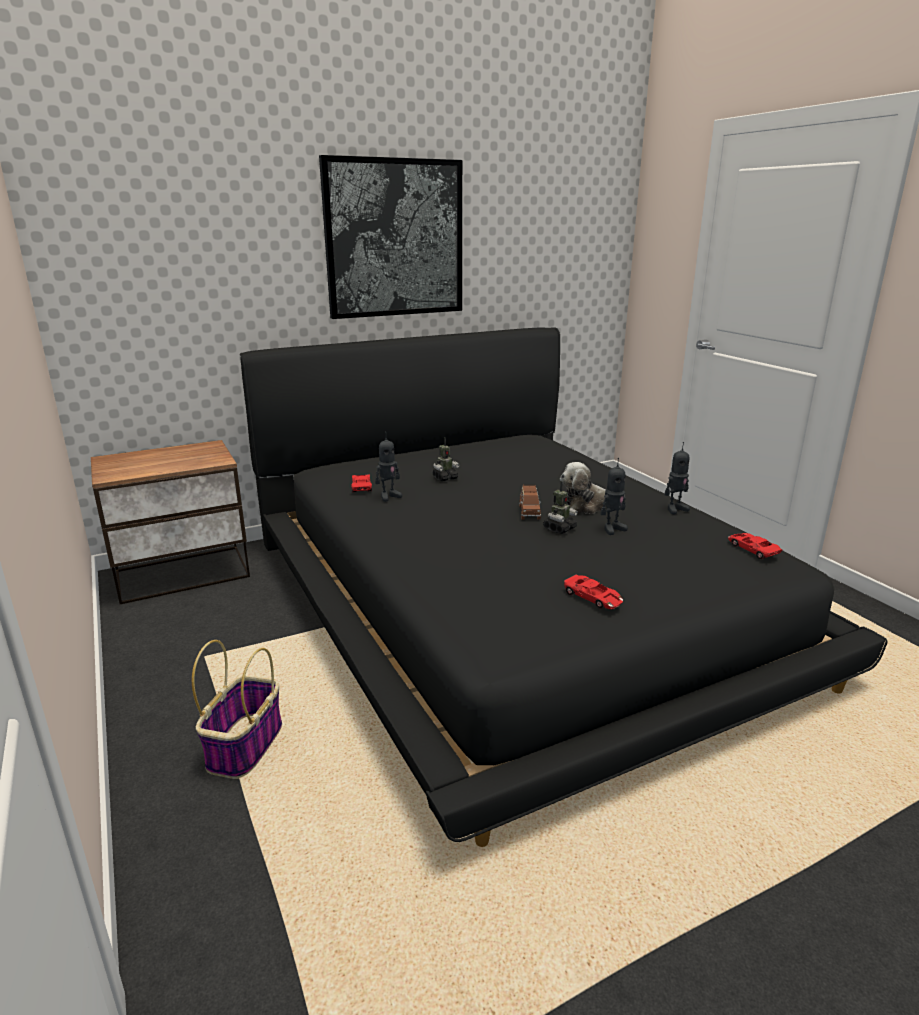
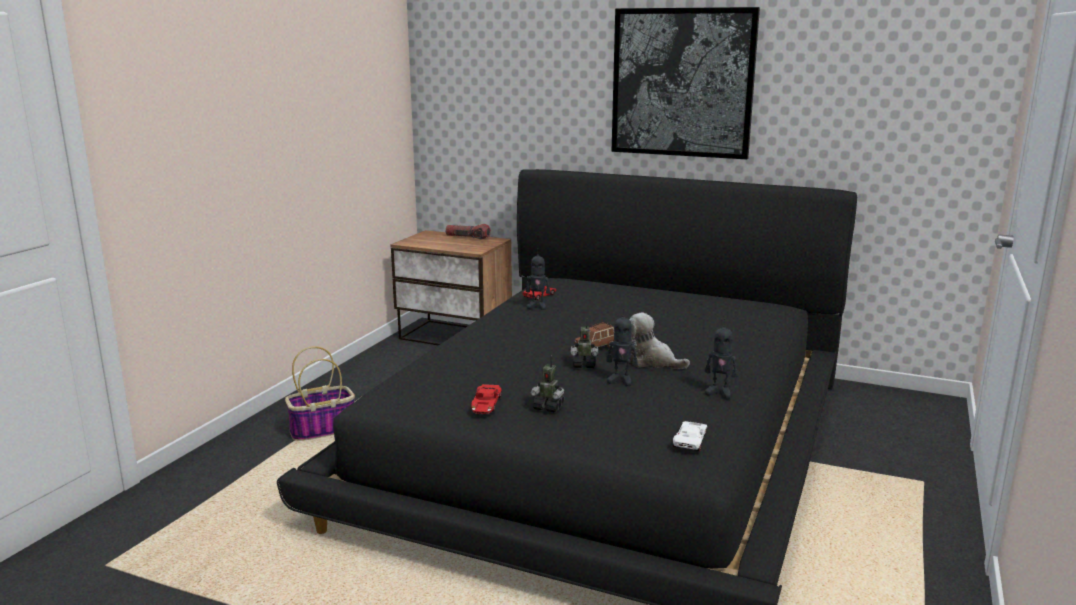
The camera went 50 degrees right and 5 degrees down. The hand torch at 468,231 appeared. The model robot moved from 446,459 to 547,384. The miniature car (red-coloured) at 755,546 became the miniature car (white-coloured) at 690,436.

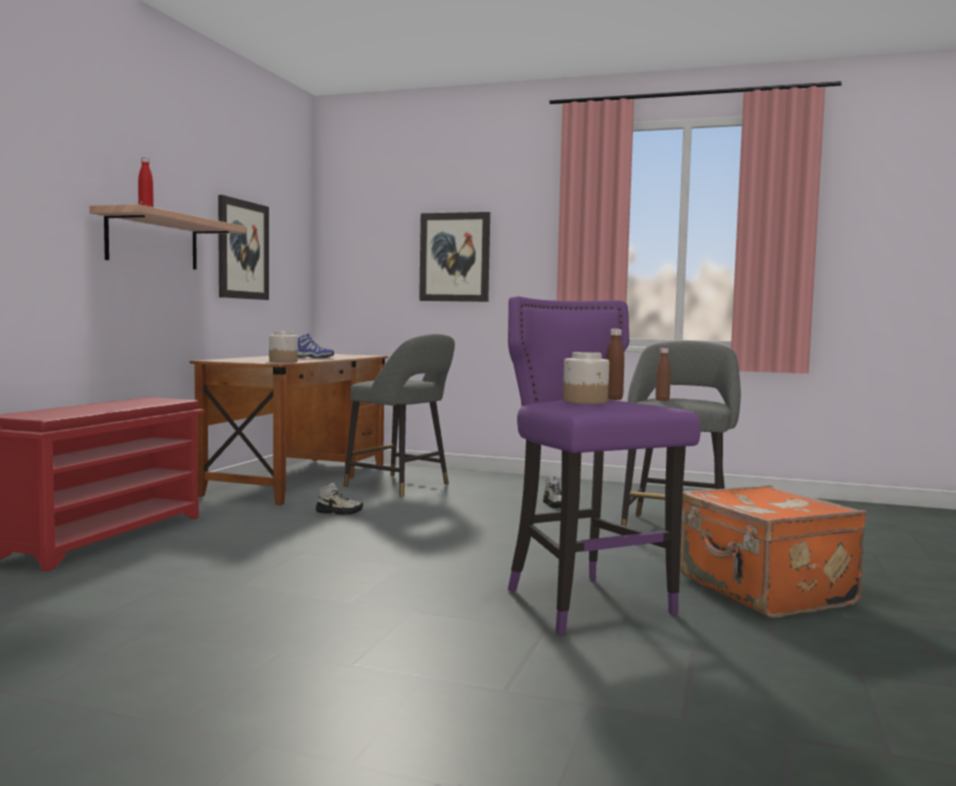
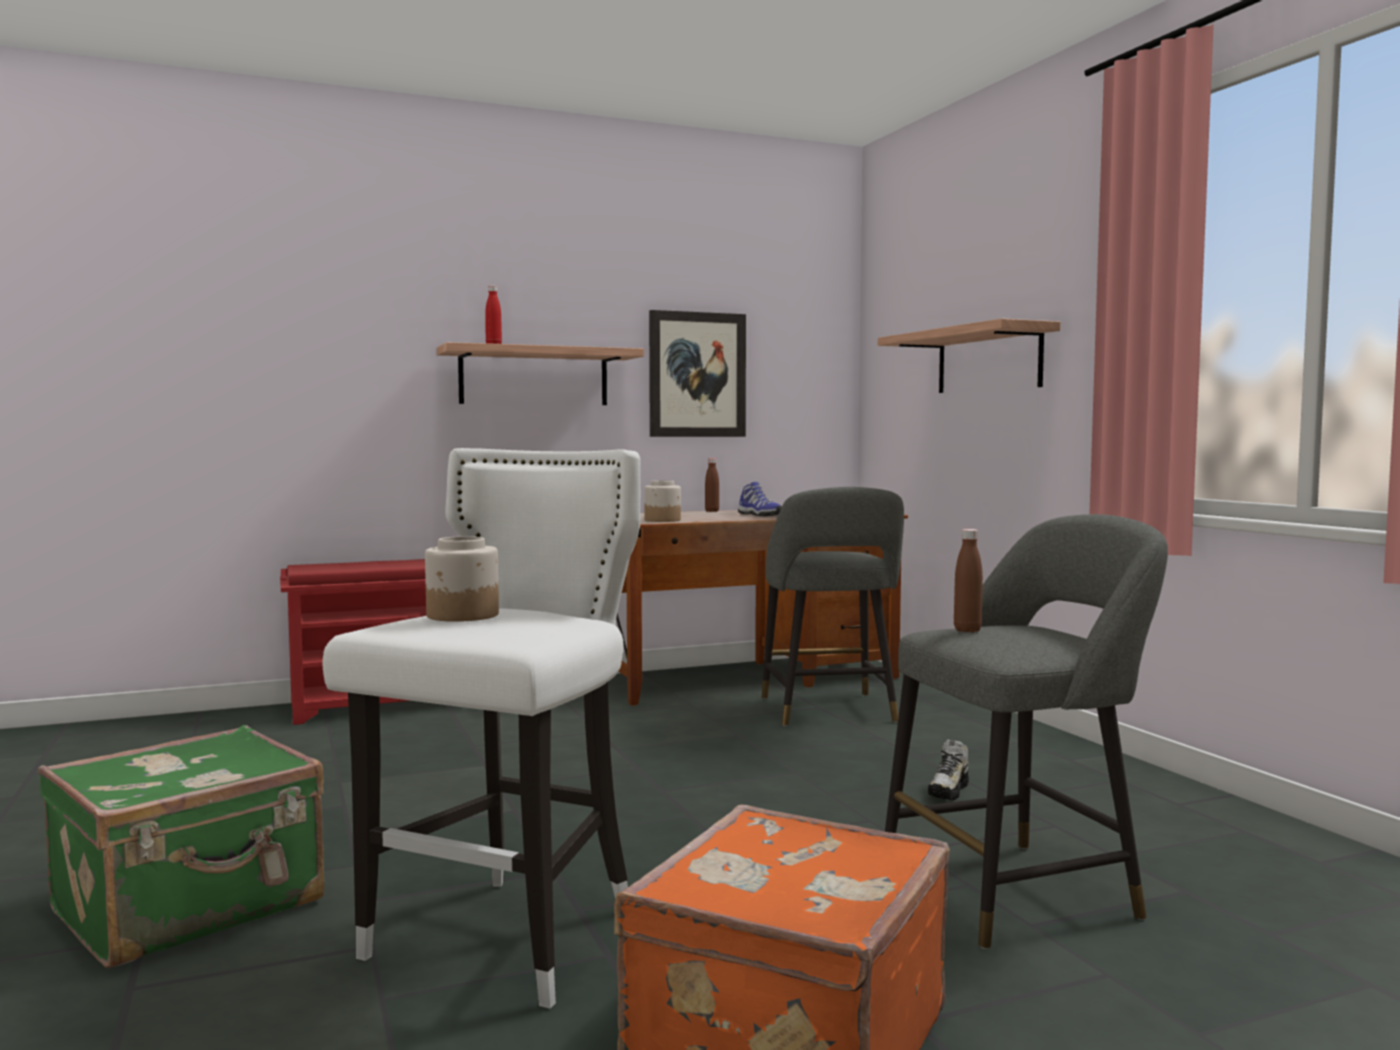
The camera went 50 degrees right and 0 degrees up. The item of footwear at 339,498 disappeared. The piece of luggage (green) at 181,847 appeared. The drink bottle (brown-coloured) moved from 615,364 to 712,485. The wall art at 454,257 was replaced by the shelf at 969,355. The stool seat (purple-coloured) at 604,465 became the stool seat (white-coloured) at 481,728.

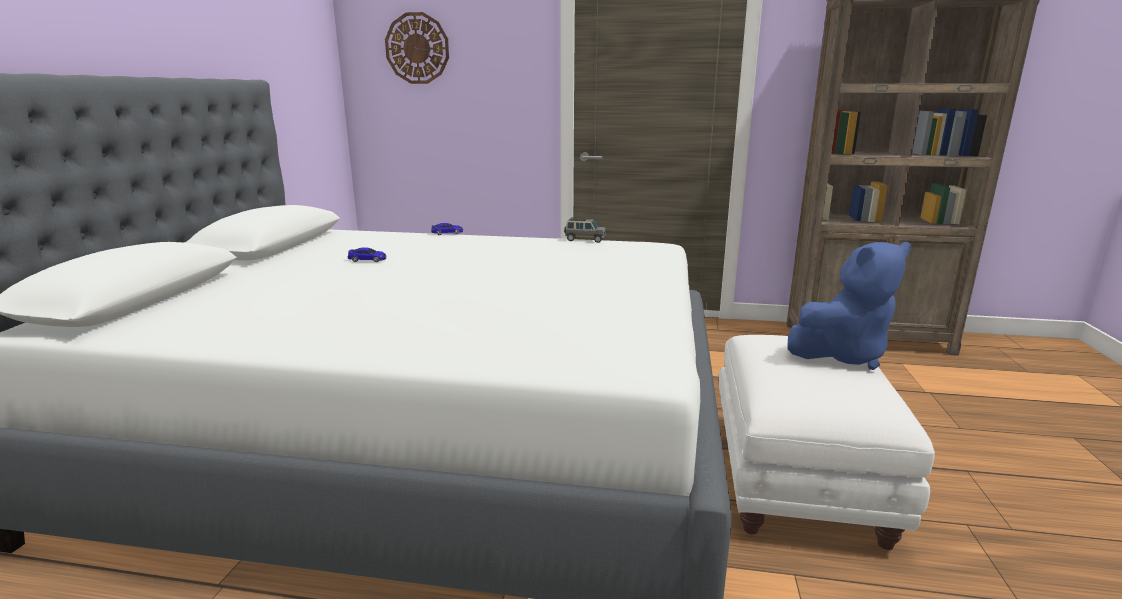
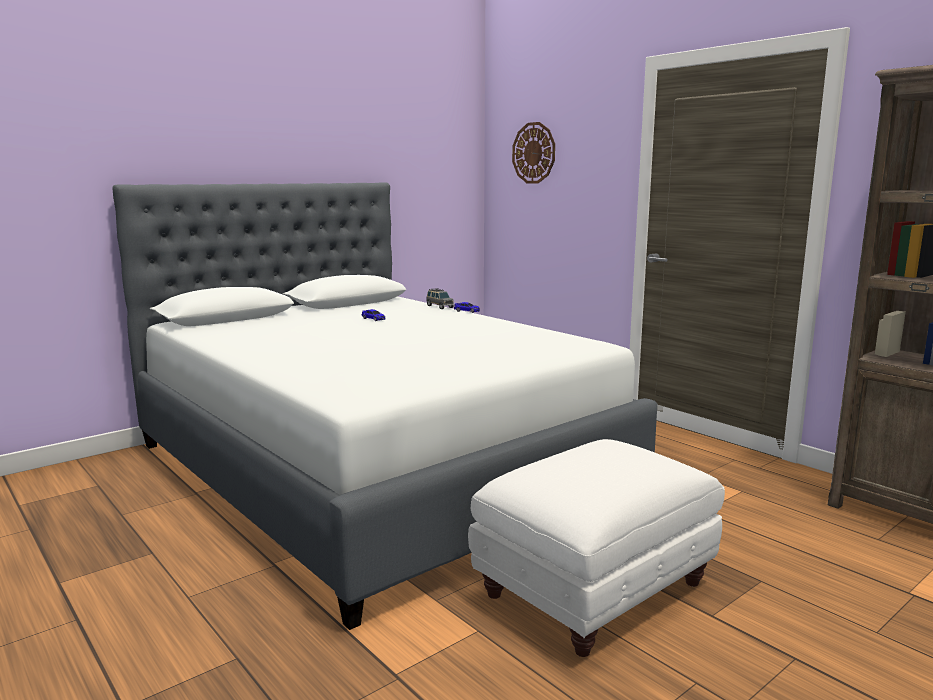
The camera went 40 degrees right and 5 degrees down. The soft toy (blue) at 849,306 disappeared. The miniature car (greyish) moved from 585,230 to 440,298.

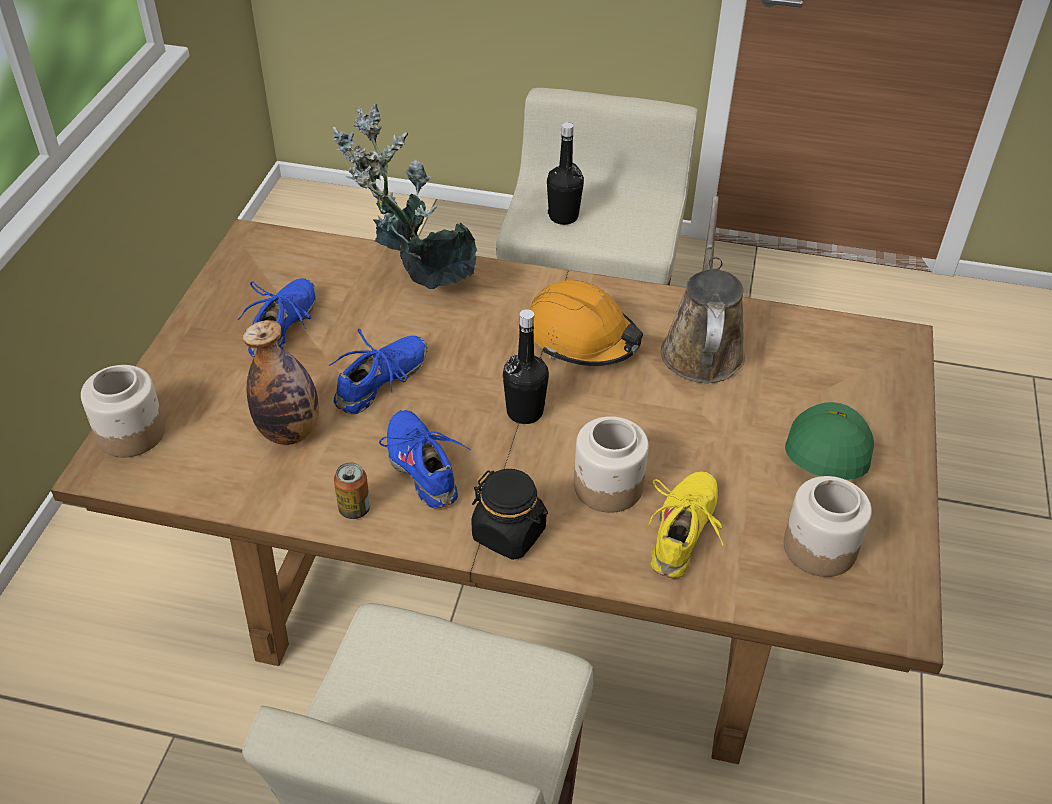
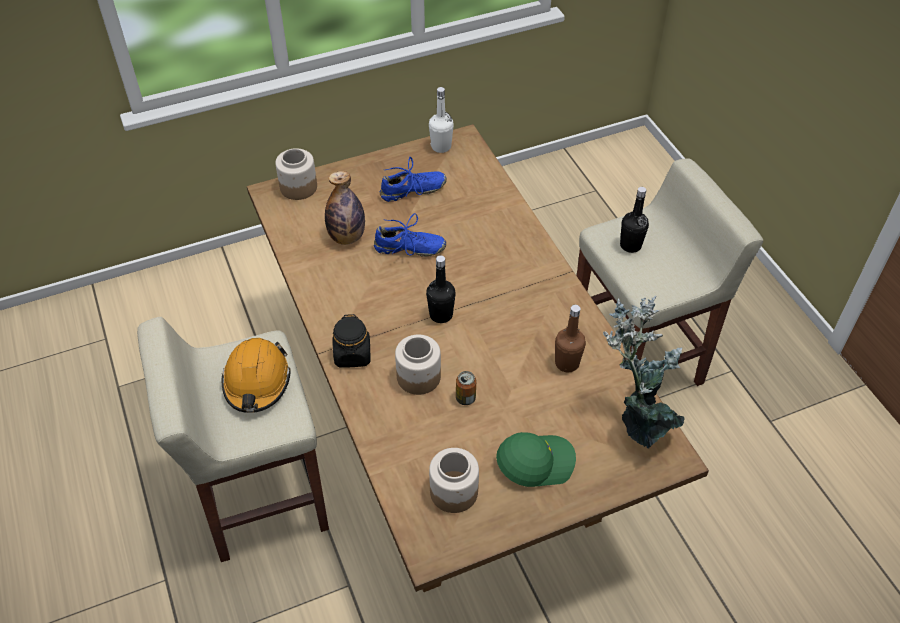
The camera went 55 degrees right and 5 degrees up. The item of footwear (blue) at 425,459 disappeared. The item of footwear (yellow-coloured) at 685,524 disappeared. The drink bottle (white-coloured) at 441,120 appeared. The houseplant moved from 405,196 to 644,372. The sealed can moved from 352,491 to 466,388. The hard hat (orange) moved from 586,323 to 256,375. The watering can (brown-coloured) at 703,289 was replaced by the drink bottle (brown-coloured) at 570,339.

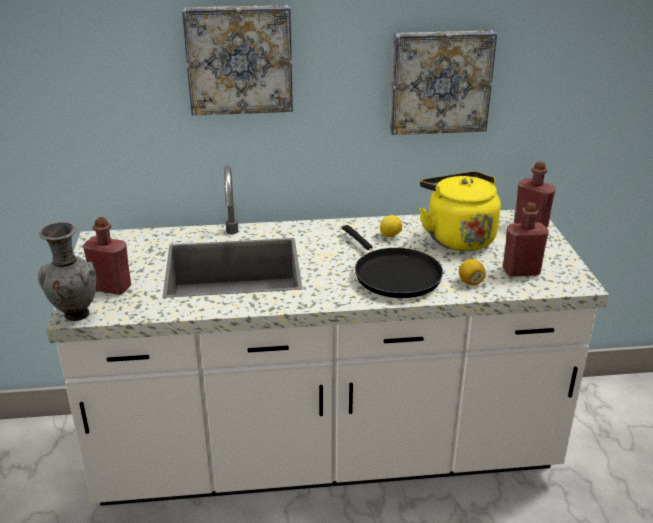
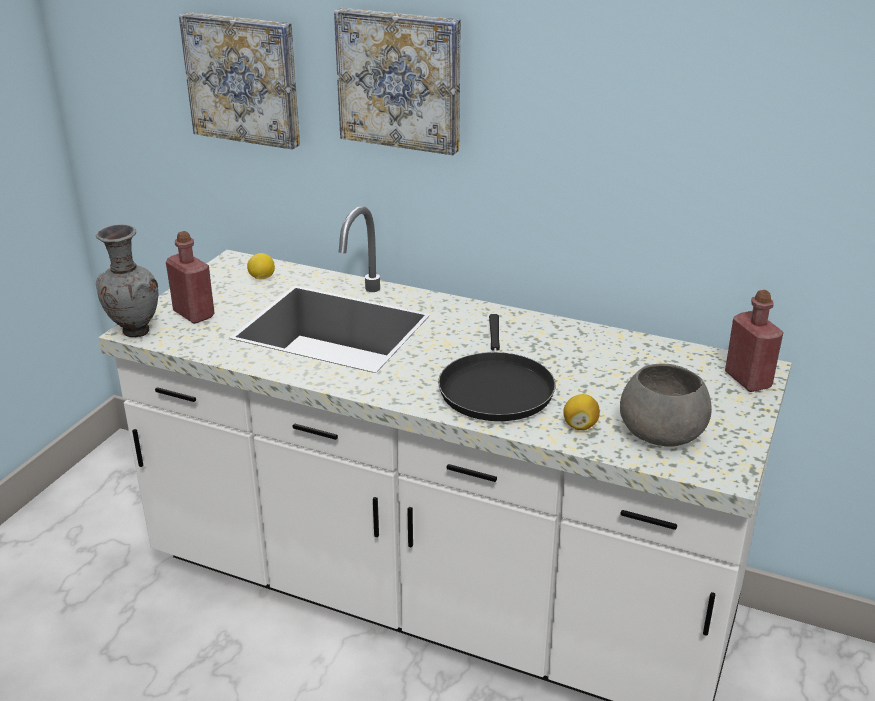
The camera went 30 degrees right and 0 degrees up. The kettle (yellow-coloured) at 460,211 disappeared. The whole lemon moved from 391,226 to 261,266. The wall art moved from 443,82 to 239,81. The drink bottle (red-coloured) at 526,239 was replaced by the serving bowl (greyish) at 666,405.

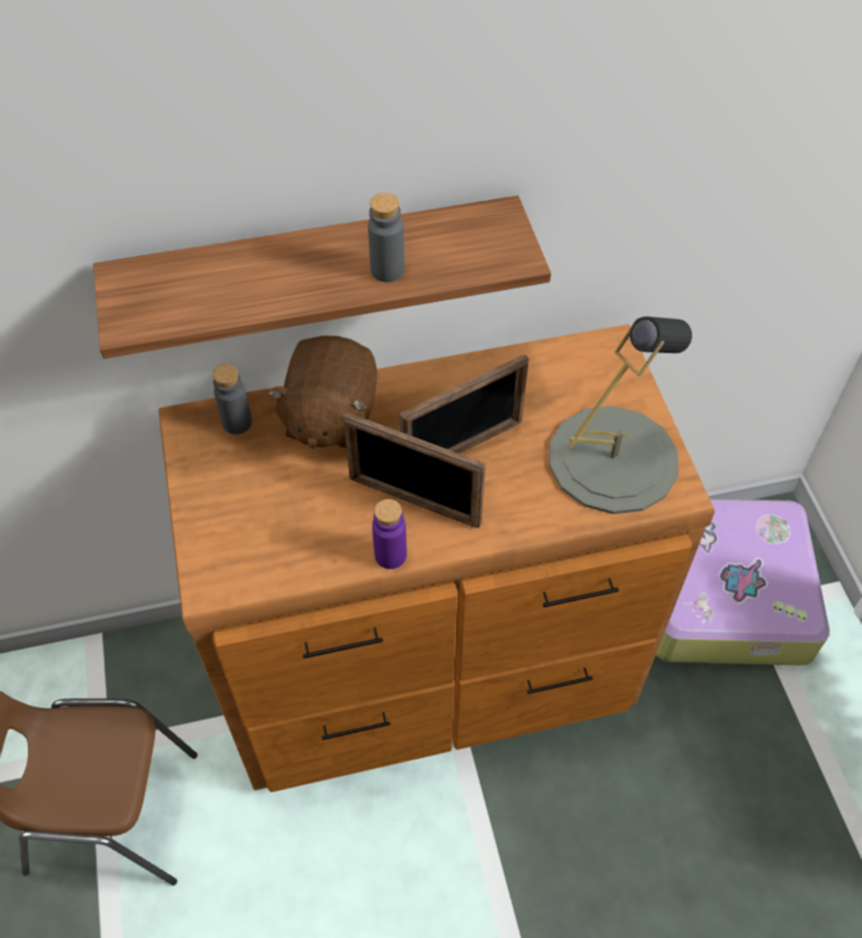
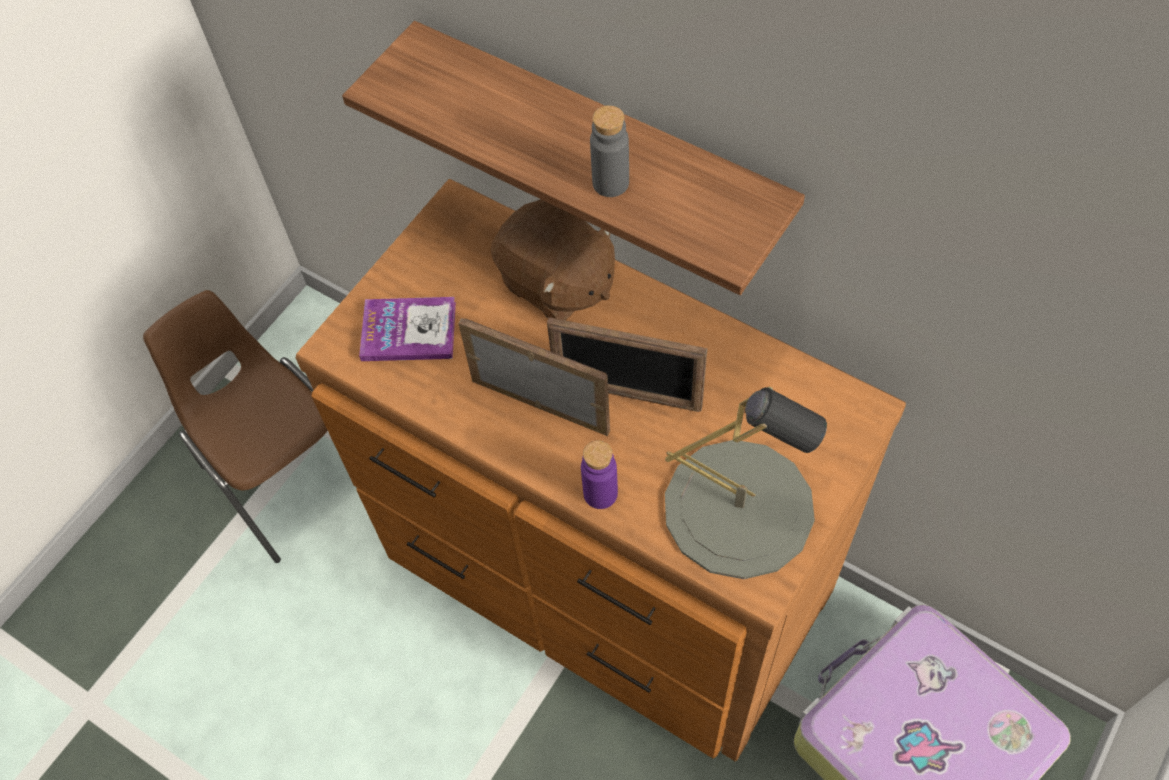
The camera went 50 degrees right and 5 degrees up. The drink bottle (greyish) at 232,399 disappeared. The volume at 407,329 appeared. The drink bottle (purple-coloured) moved from 389,534 to 599,475. The soft toy (brown-coloured) at 323,392 turned 105 degrees counterclockwise. The photo frame at 414,470 turned 135 degrees clockwise.

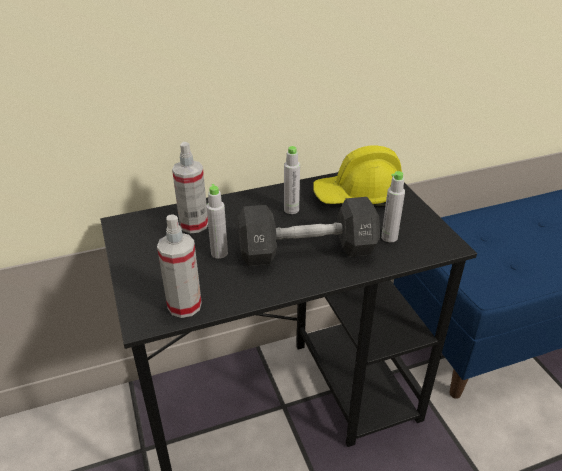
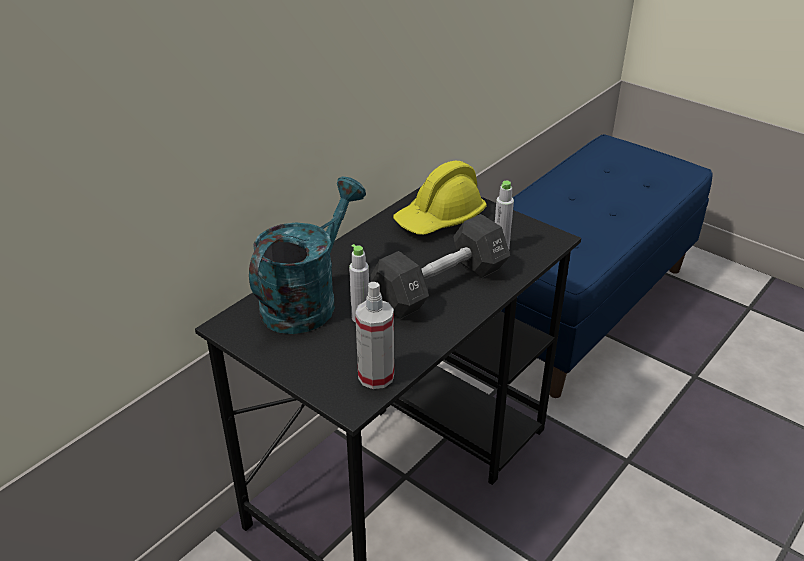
The camera went 30 degrees left and 0 degrees up. The drink bottle (greyish) at 292,180 disappeared. The spray bottle at 190,187 was replaced by the watering can (turquoise) at 307,255.

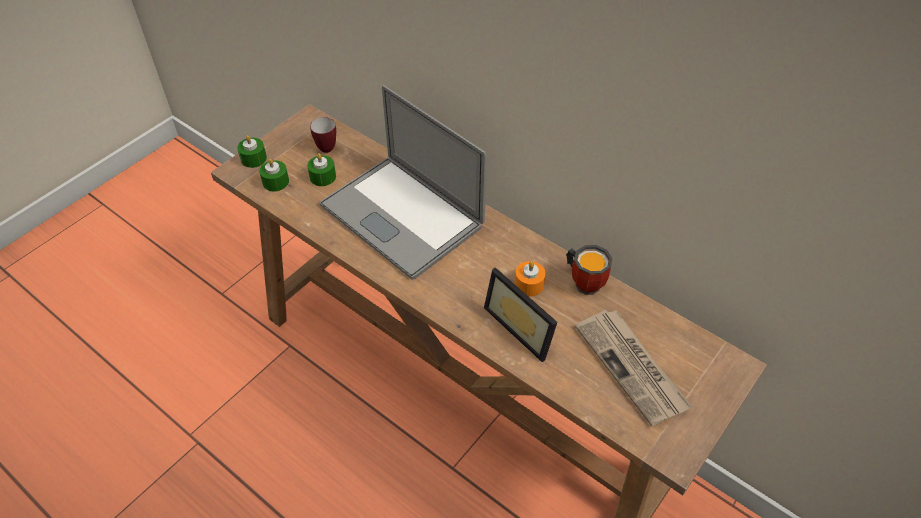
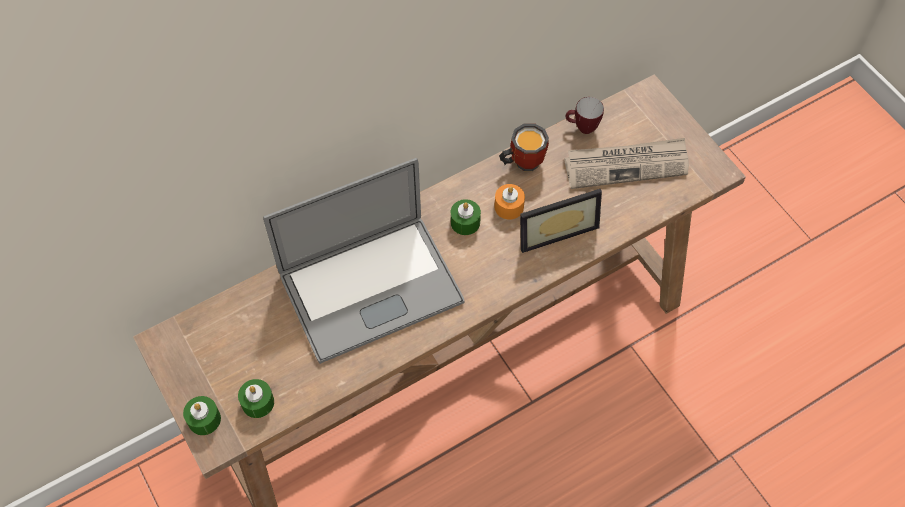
The camera went 70 degrees left and 10 degrees up. The wax light (green) moved from 321,169 to 466,217. The coffee mug moved from 323,135 to 585,115.

